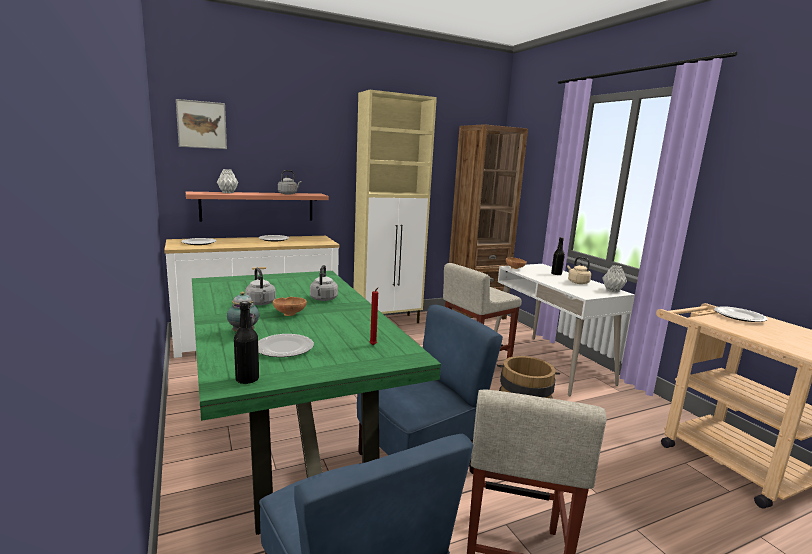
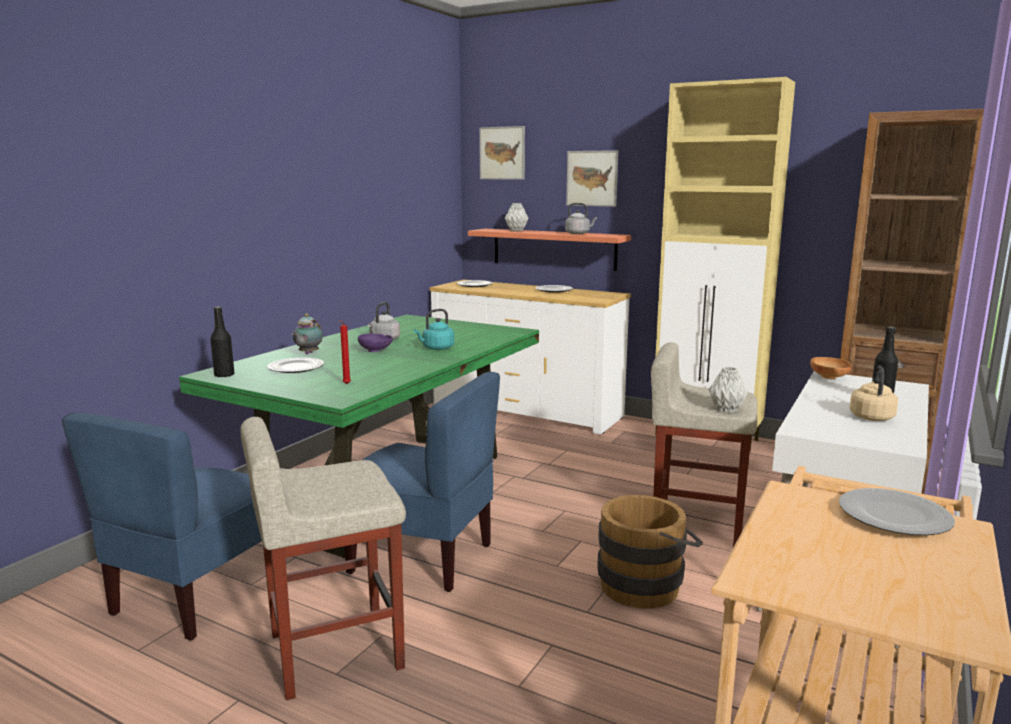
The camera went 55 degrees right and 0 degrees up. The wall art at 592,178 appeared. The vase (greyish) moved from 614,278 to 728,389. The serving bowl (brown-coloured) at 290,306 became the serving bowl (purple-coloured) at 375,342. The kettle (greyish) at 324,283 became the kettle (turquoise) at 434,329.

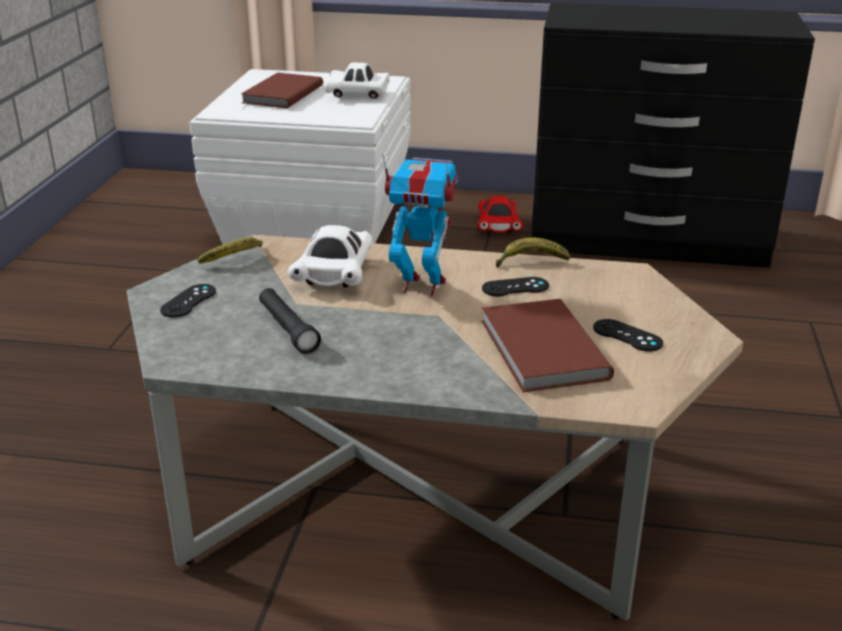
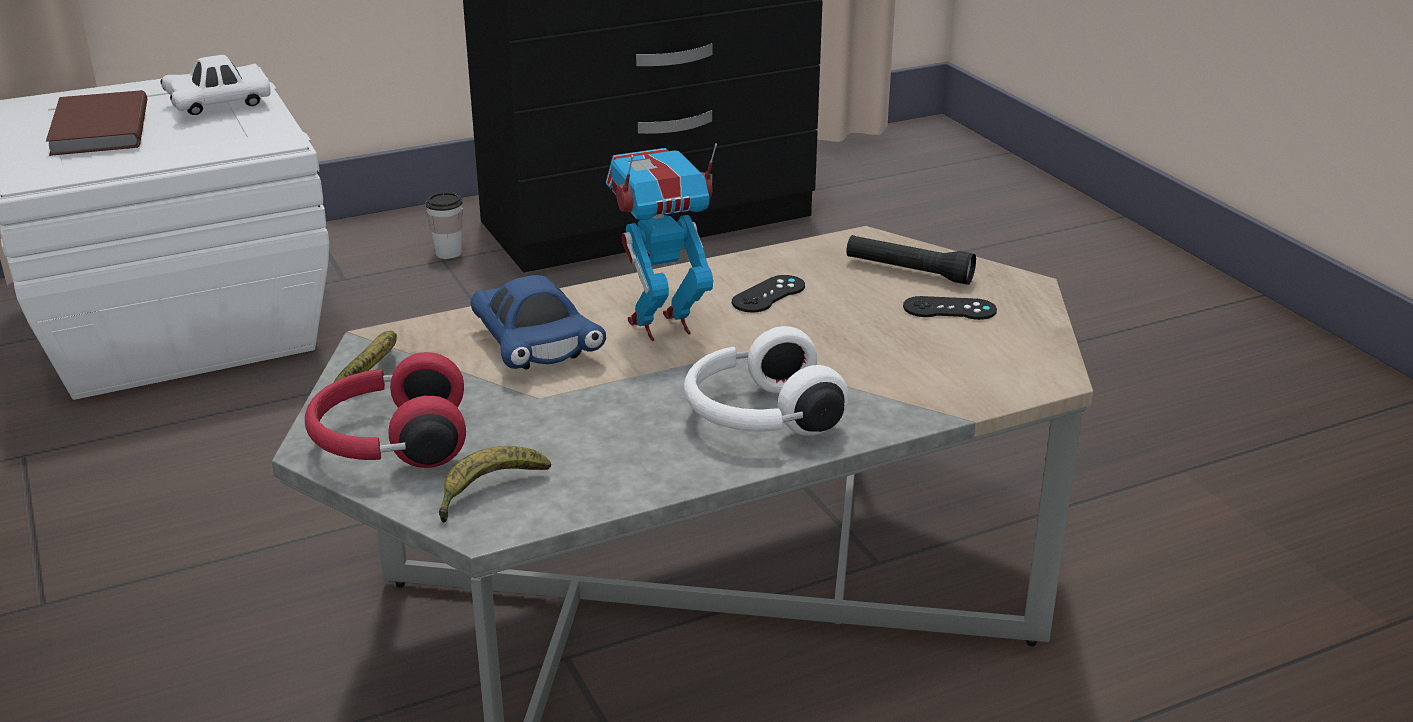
The camera went 35 degrees left and 0 degrees up. The volume (brown-coloured) at 547,345 disappeared. The pair of headphones (white-coloured) at 766,381 appeared. The hand torch (black) moved from 290,321 to 911,260. The whole banana moved from 533,252 to 495,484. The joypad (black) at 188,301 was replaced by the pair of headphones (red-coloured) at 385,410. The miniature car (red-coloured) at 500,214 was replaced by the small cup at 444,225. The miniature car (white-coloured) at 330,256 became the miniature car (blue) at 538,322.

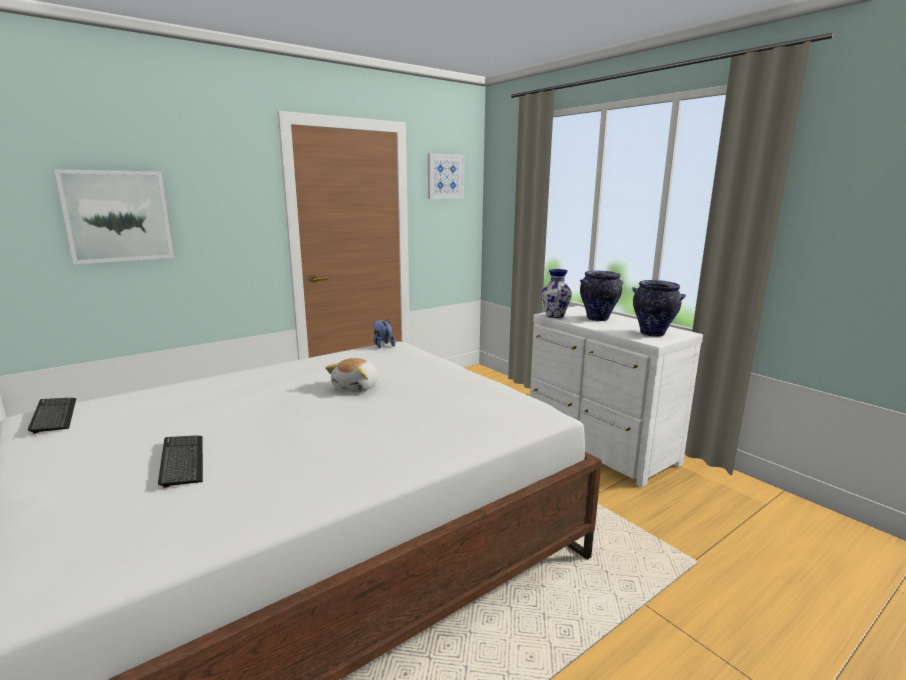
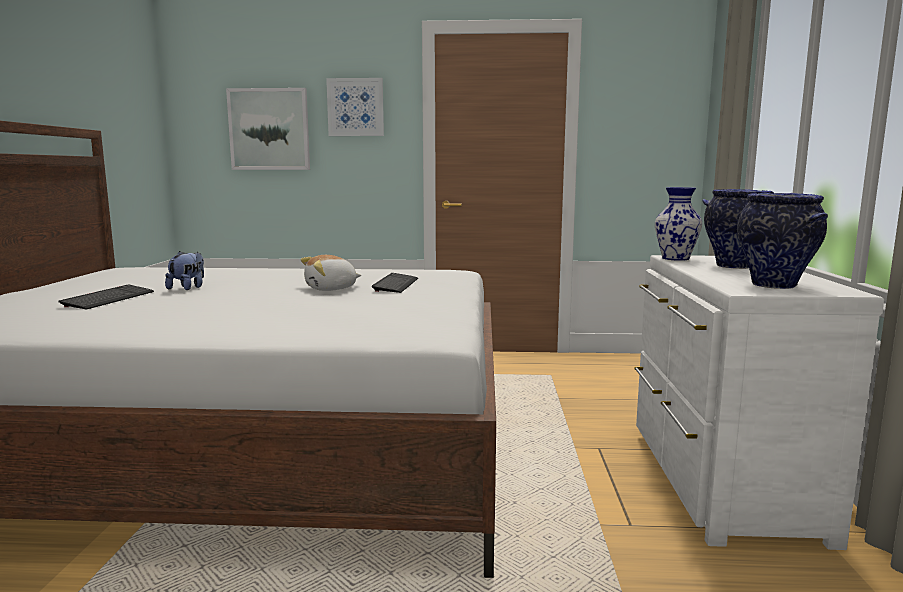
The camera went 40 degrees right and 5 degrees down. The computer keyboard moved from 52,416 to 395,283. The soft toy moved from 384,333 to 184,270. The wall art moved from 446,176 to 355,107.

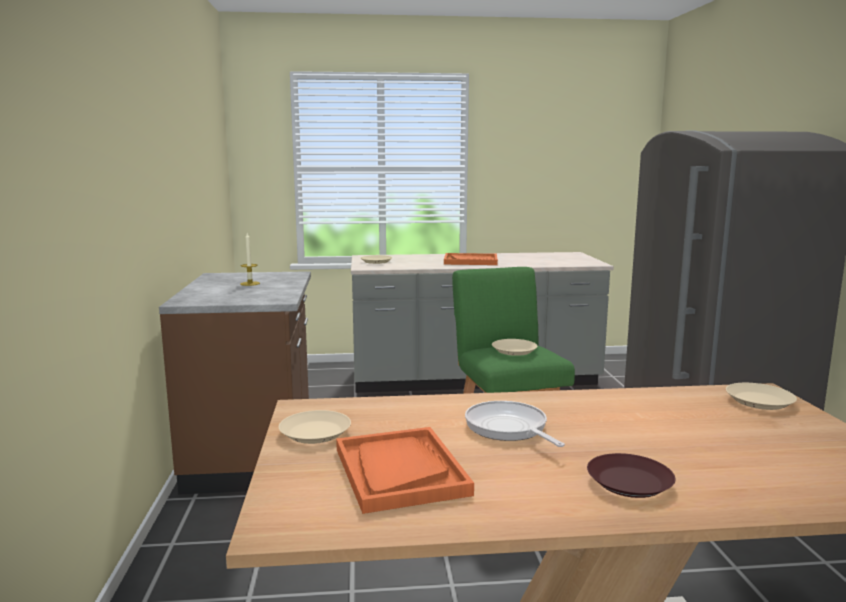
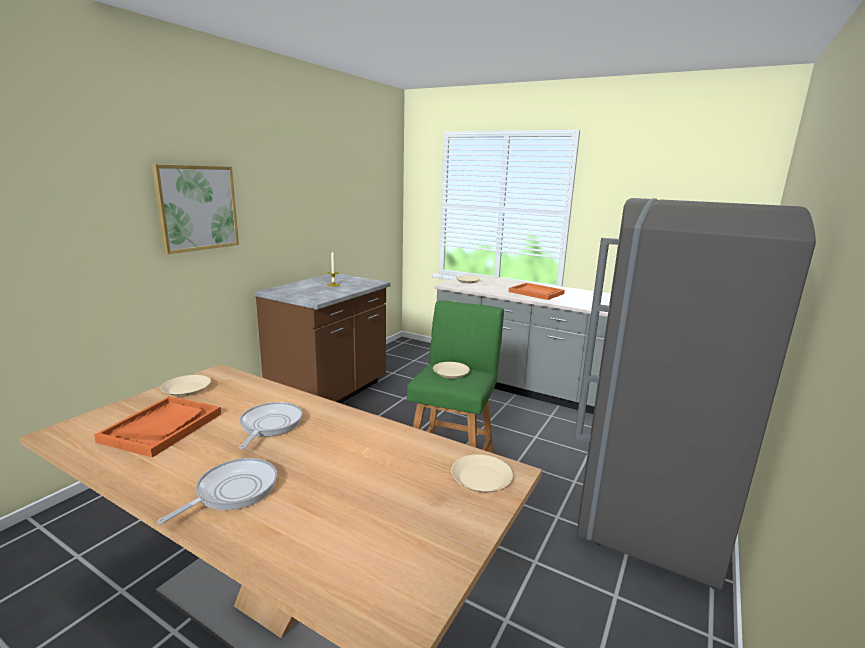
The camera went 35 degrees right and 5 degrees up. The wall art at 195,209 appeared. The dinner plate (brown-coloured) at 631,475 was replaced by the skillet at 217,491.

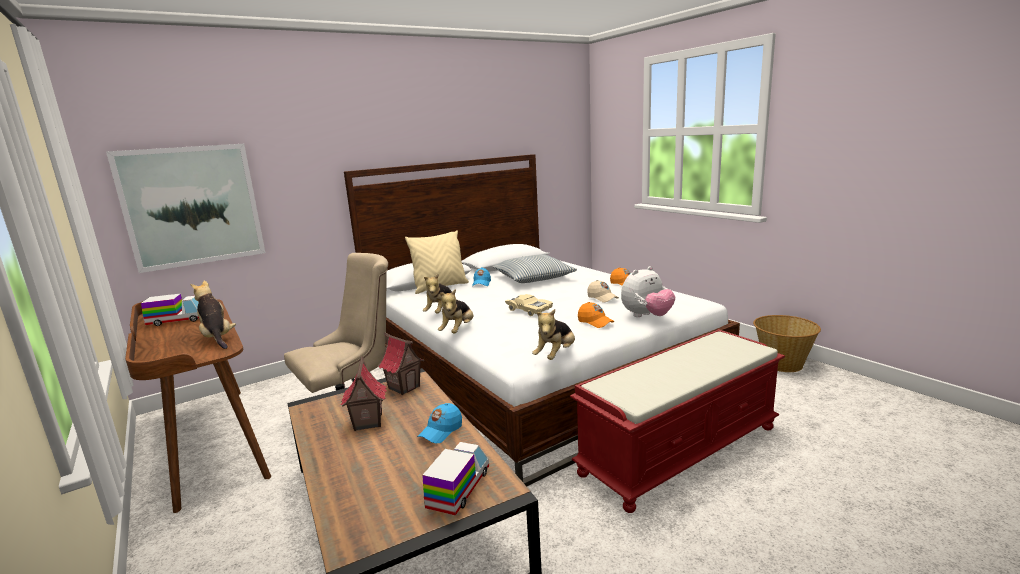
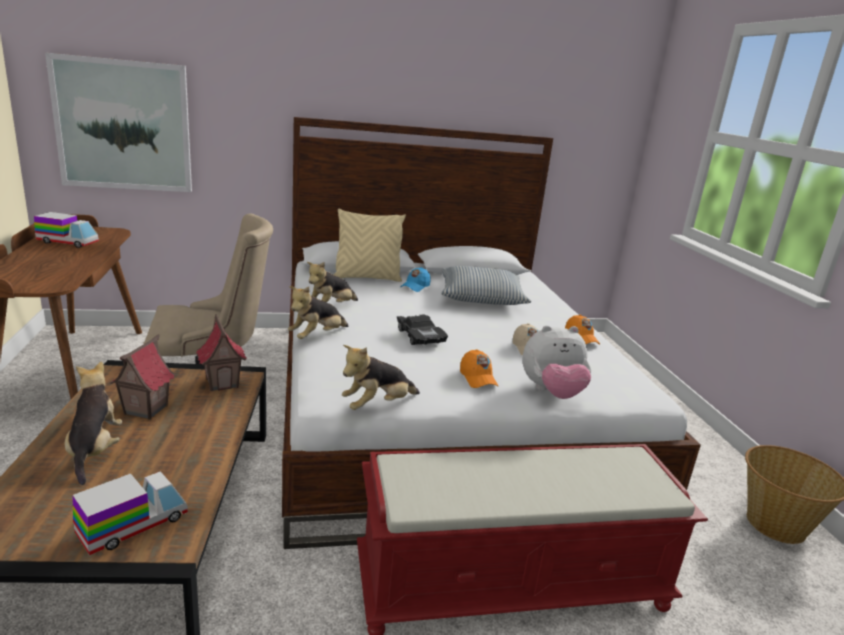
The camera went 20 degrees right and 5 degrees up. The cap (blue) at 439,423 disappeared. The soft toy moved from 213,315 to 93,423. The miniature car (sand-coloured) at 529,305 became the miniature car (black) at 422,329.

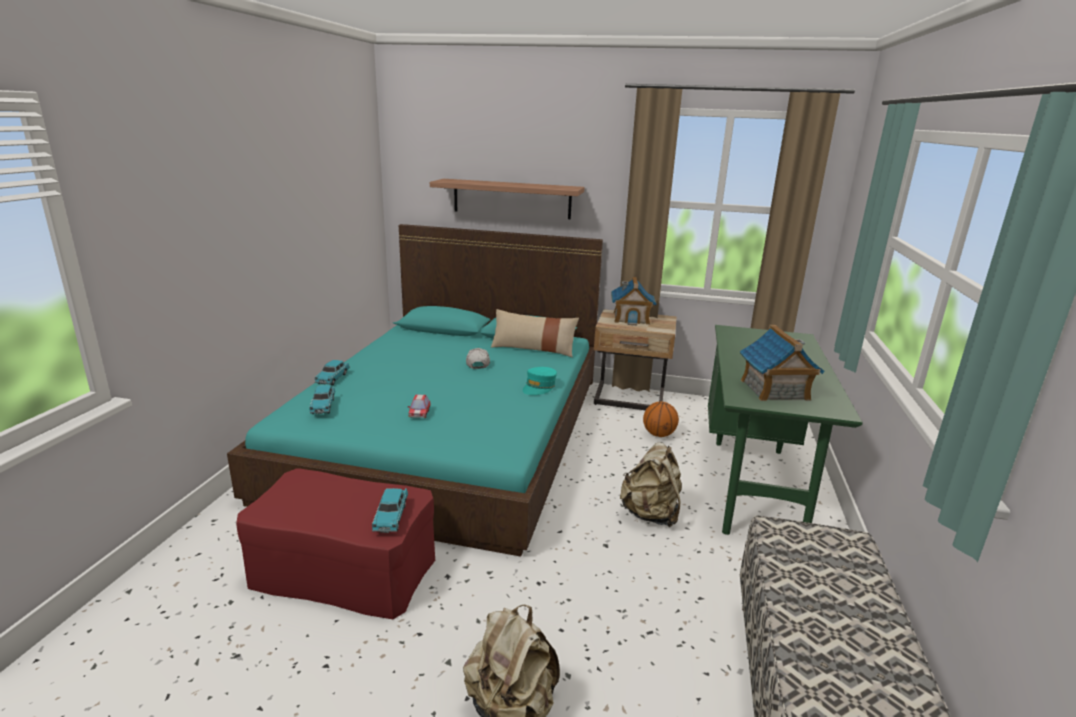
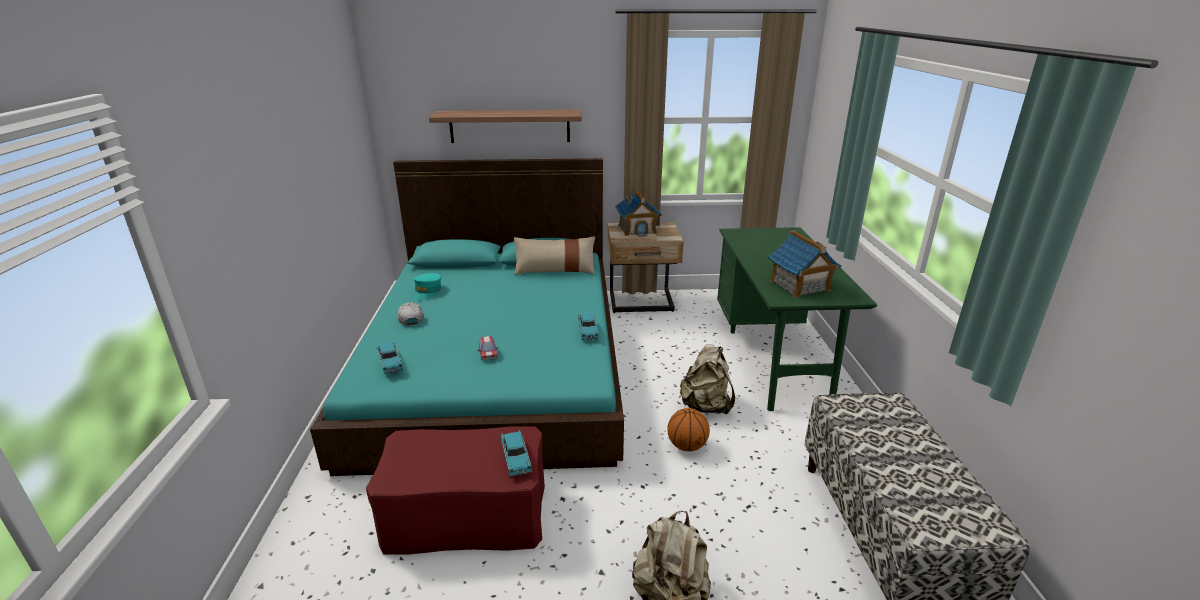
The camera went 15 degrees left and 5 degrees up. The miniature car (turquoise) moved from 332,372 to 588,326. The cap (white-coloured) moved from 478,358 to 410,314. The cap (turquoise) moved from 540,381 to 426,286. The basketball ball moved from 661,419 to 688,429.

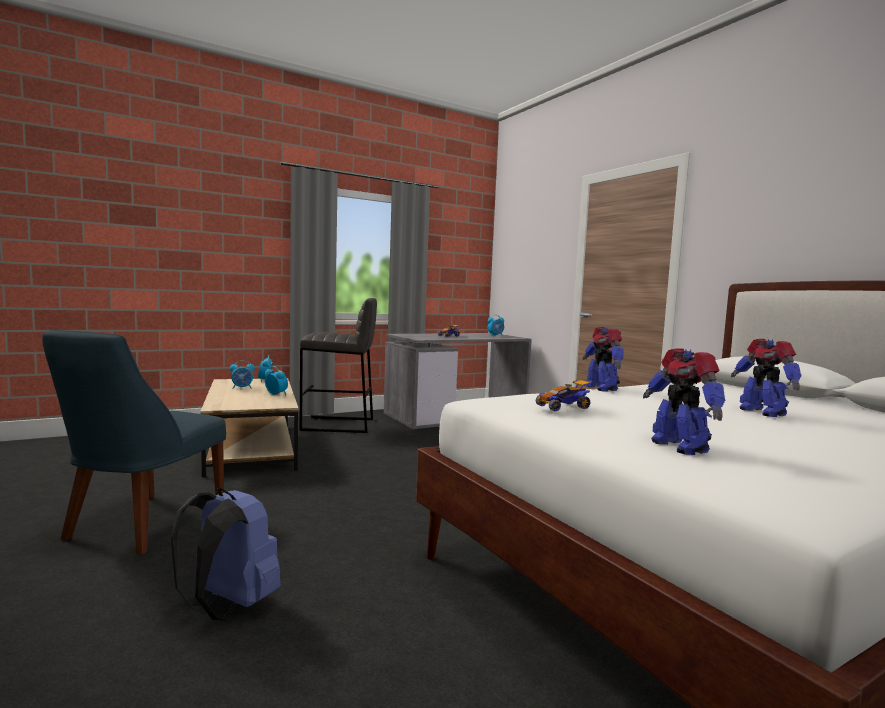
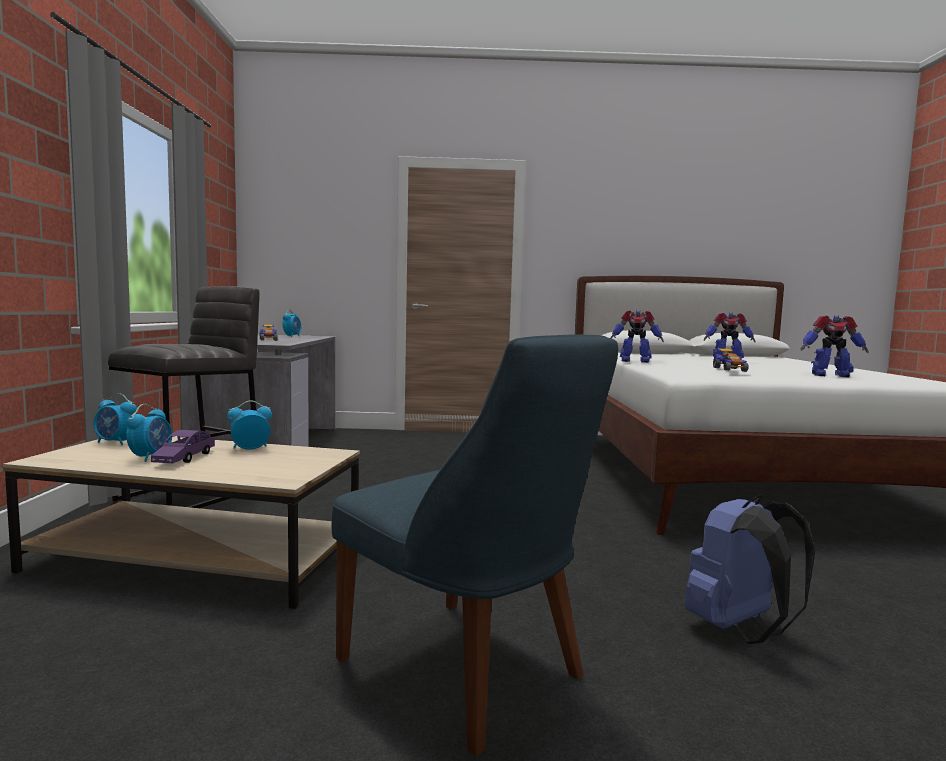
The camera went 60 degrees left and 0 degrees up. The miniature car (purple-coloured) at 183,446 appeared.

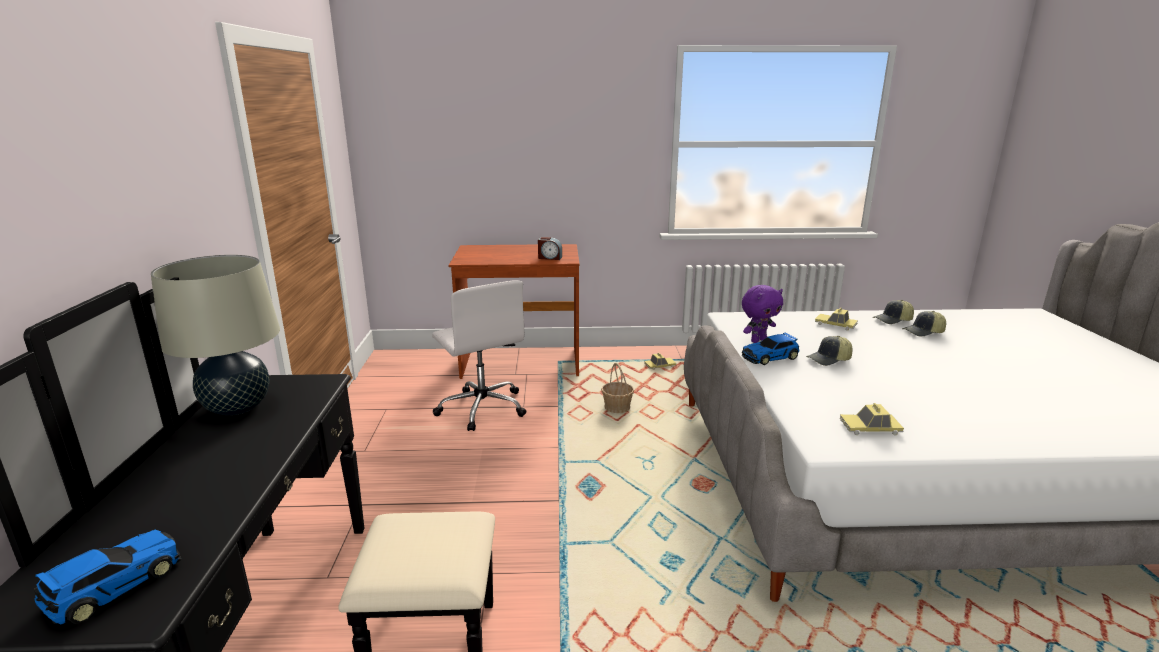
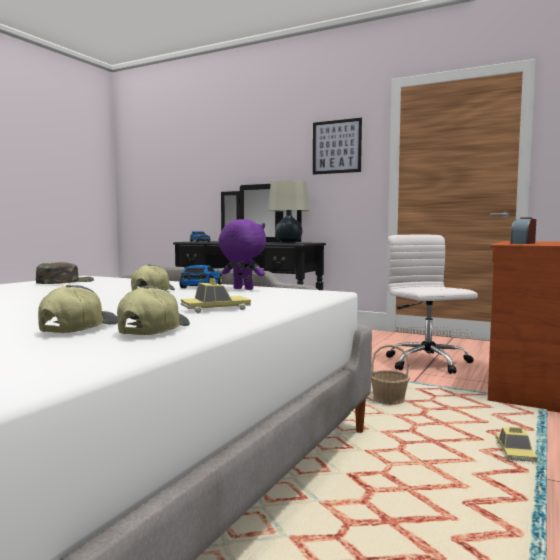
The camera went 120 degrees right and 15 degrees down. The wall art at 337,146 appeared. The miniature car at 872,419 was replaced by the cap (green) at 65,273. The computer chair (white-coloured) at 479,356 turned 75 degrees clockwise. The soft toy (purple-coloured) at 762,314 turned 120 degrees clockwise.

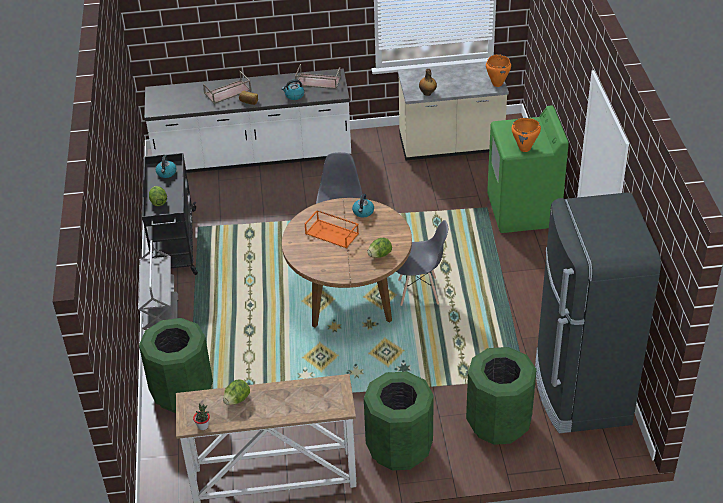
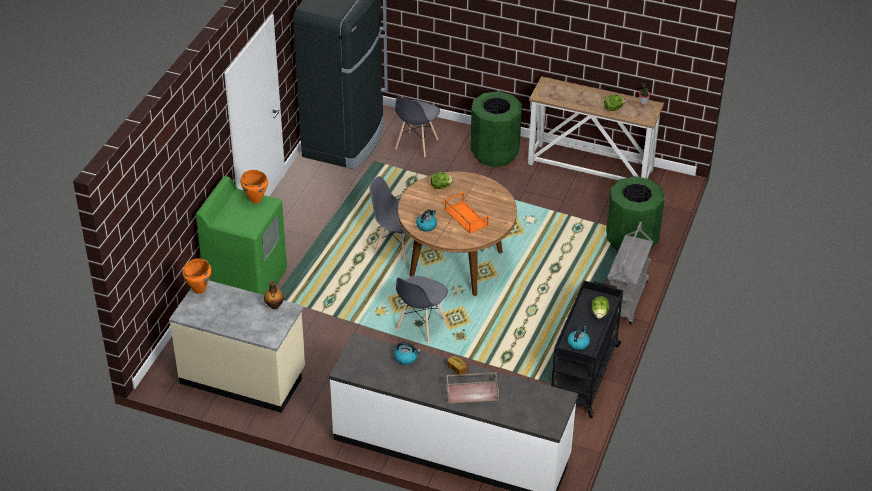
The camera went 155 degrees left and 0 degrees up. The tray (brown-coloured) at 318,76 disappeared. The rubbish bin (green) at 501,396 was replaced by the chair (greyish) at 417,127.

